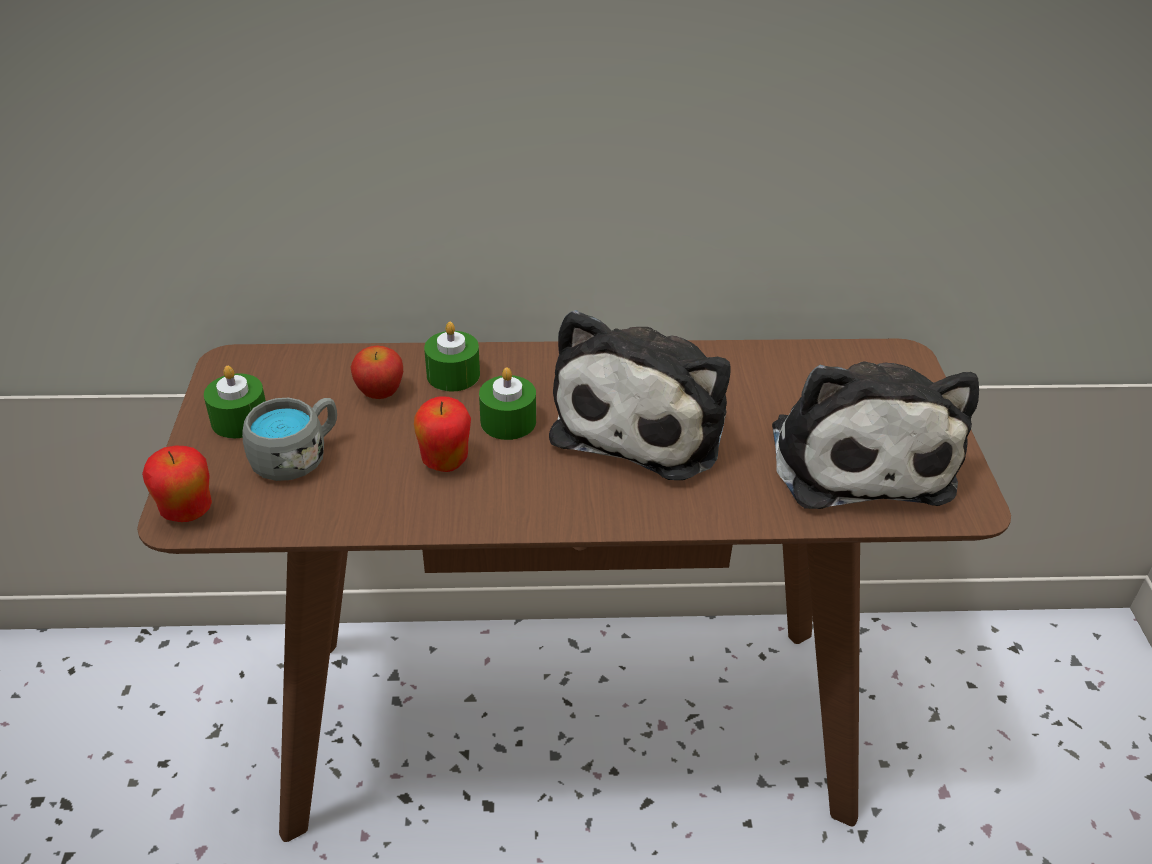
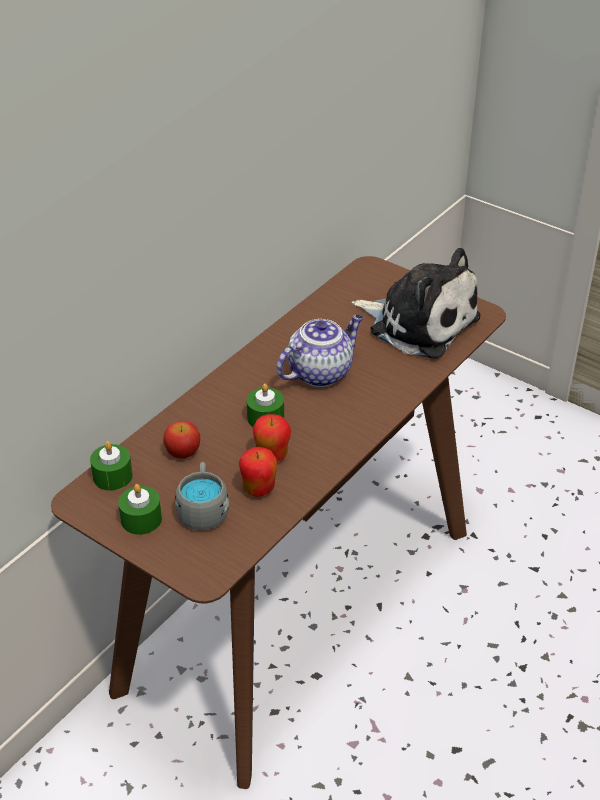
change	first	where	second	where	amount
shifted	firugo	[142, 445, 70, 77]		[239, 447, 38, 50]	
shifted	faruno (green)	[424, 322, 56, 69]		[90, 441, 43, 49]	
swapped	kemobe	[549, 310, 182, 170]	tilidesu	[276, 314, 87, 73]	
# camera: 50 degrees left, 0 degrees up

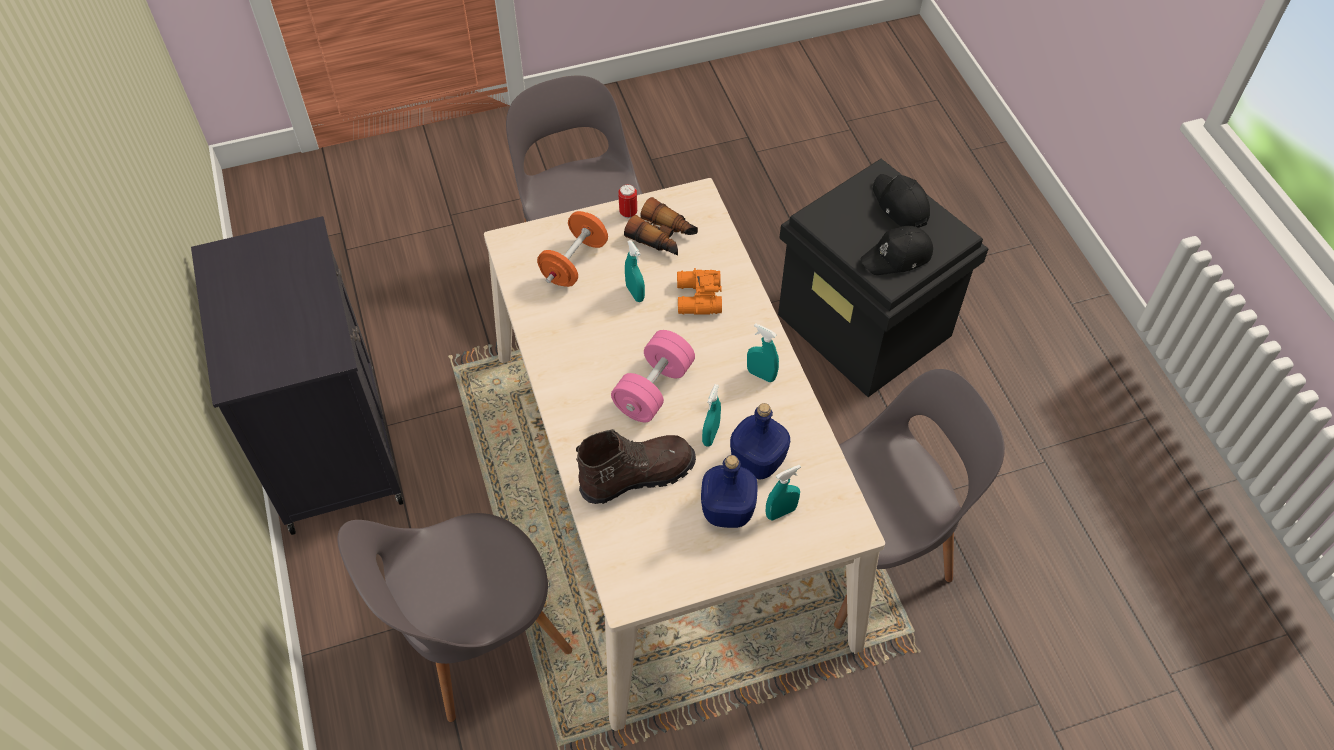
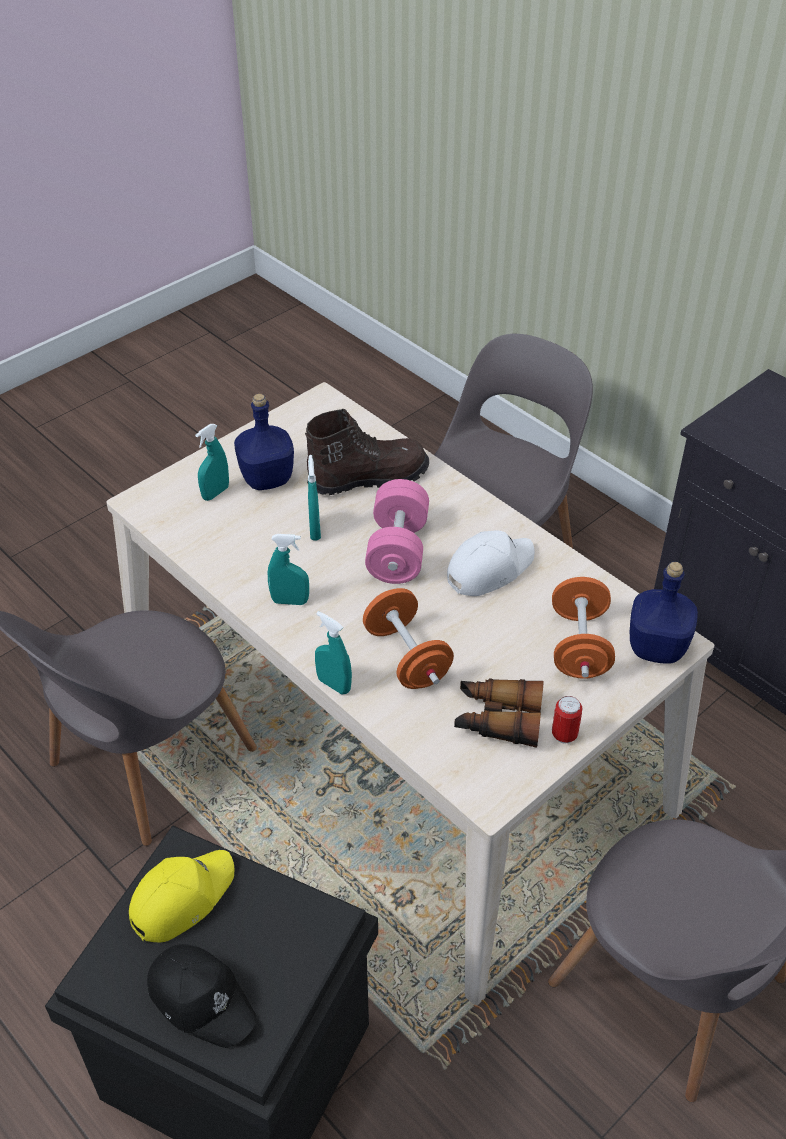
change	first	where	second	where	amount
new			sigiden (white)	[447, 531, 88, 65]	
shifted	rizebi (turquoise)	[625, 240, 20, 62]		[315, 611, 37, 83]	
shifted	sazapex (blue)	[730, 403, 60, 76]		[630, 562, 68, 102]	
swapped	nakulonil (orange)	[677, 268, 45, 47]	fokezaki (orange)	[363, 588, 91, 101]	
repainted	sigiden (black)	[861, 226, 72, 49]	sigiden (yellow)	[129, 850, 105, 92]	
rotated	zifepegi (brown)	[576, 429, 120, 75]		[305, 409, 124, 86]	150 degrees counterclockwise
# camera: 155 degrees right, 10 degrees down

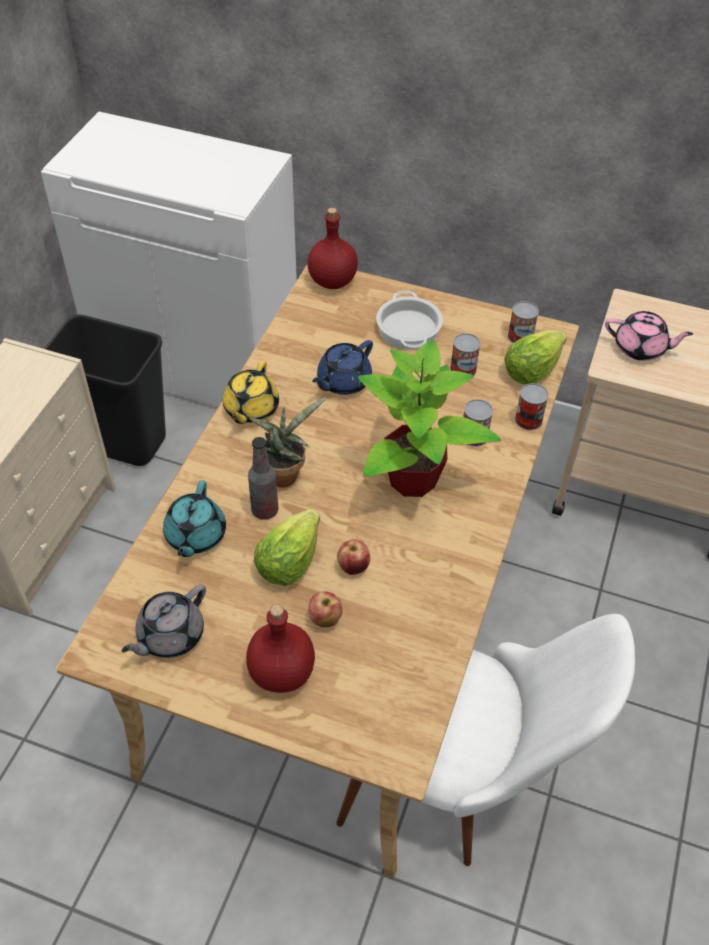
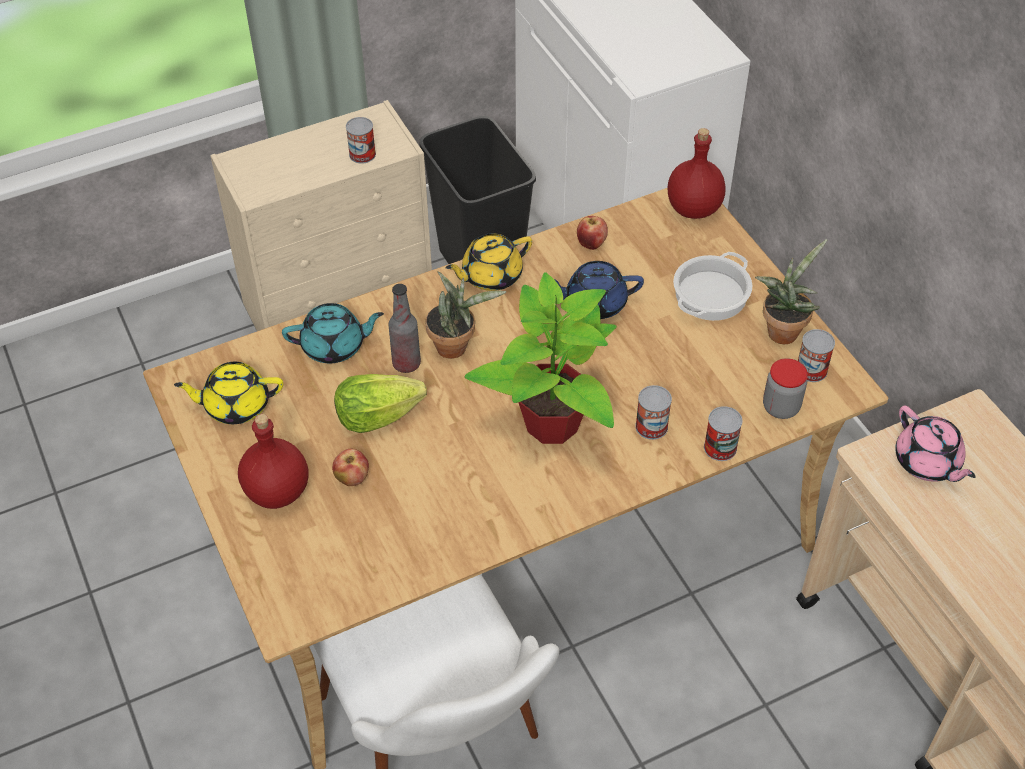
change	first	where	second	where	amount
new			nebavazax	[755, 239, 72, 105]	
shifted	firugo	[337, 539, 33, 36]		[577, 216, 31, 34]	
shifted	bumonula	[450, 333, 31, 43]		[346, 117, 30, 47]	
swapped	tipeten	[504, 330, 63, 55]	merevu	[763, 358, 45, 61]	
repainted	tilidesu (grey)	[121, 584, 85, 74]	tilidesu (yellow)	[174, 362, 109, 62]	
rotated	tilidesu (turquoise)	[163, 480, 63, 77]		[282, 303, 102, 60]	150 degrees counterclockwise
# camera: 45 degrees right, 0 degrees up

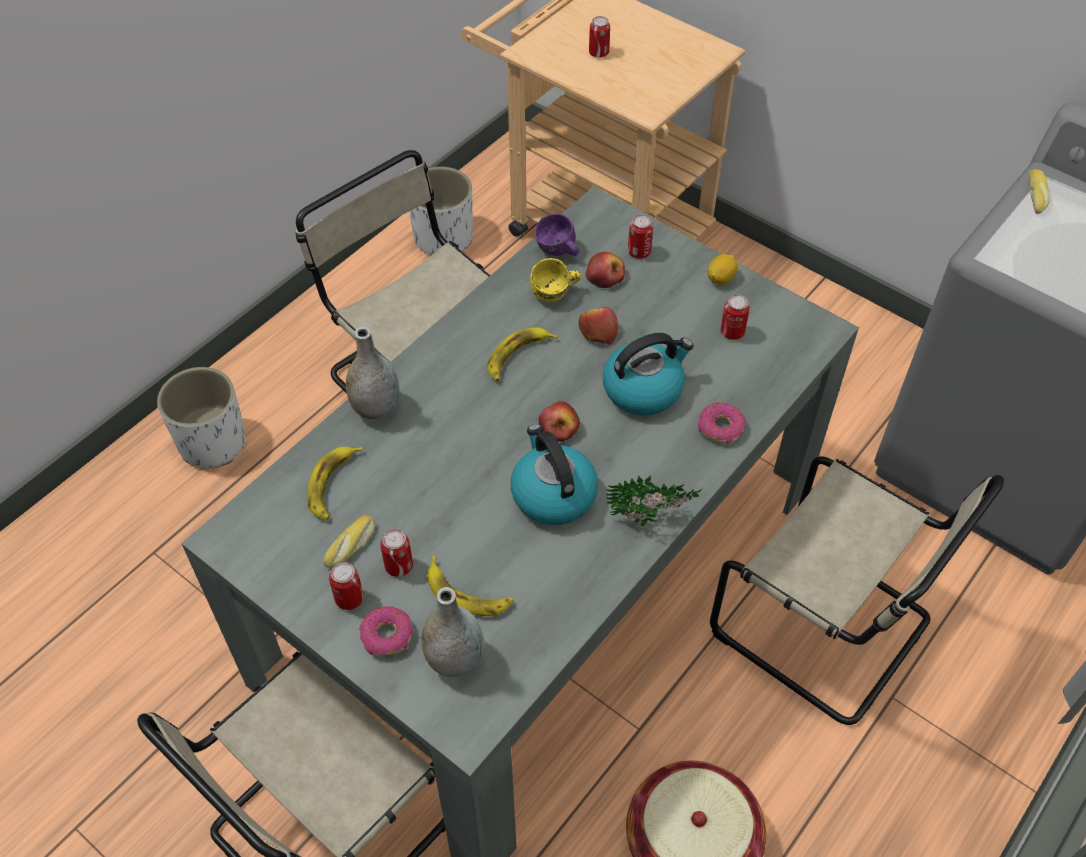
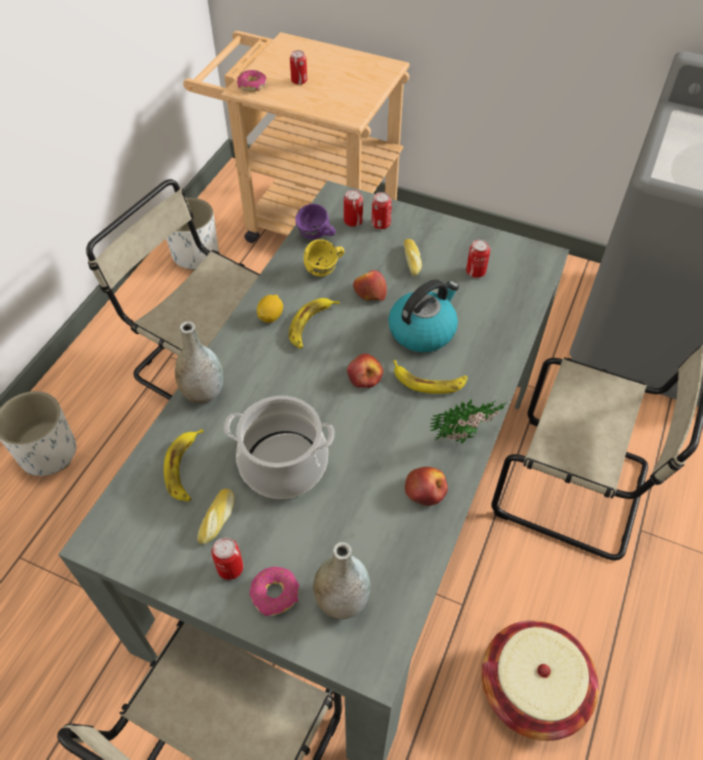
change	first	where	second	where	amount
gone	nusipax	[511, 424, 87, 101]			
new			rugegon	[224, 396, 110, 103]	
shifted	bumonula	[380, 529, 33, 48]		[344, 189, 19, 38]	
shifted	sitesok	[427, 556, 87, 60]		[393, 360, 74, 34]	
shifted	firugo	[585, 252, 40, 36]		[405, 467, 43, 39]	
shifted	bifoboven	[698, 402, 48, 42]		[237, 70, 30, 22]	
shifted	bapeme	[707, 254, 31, 31]		[257, 294, 26, 29]	
shifted	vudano	[1029, 169, 21, 45]		[404, 239, 18, 38]	
# camera: 15 degrees left, 0 degrees up

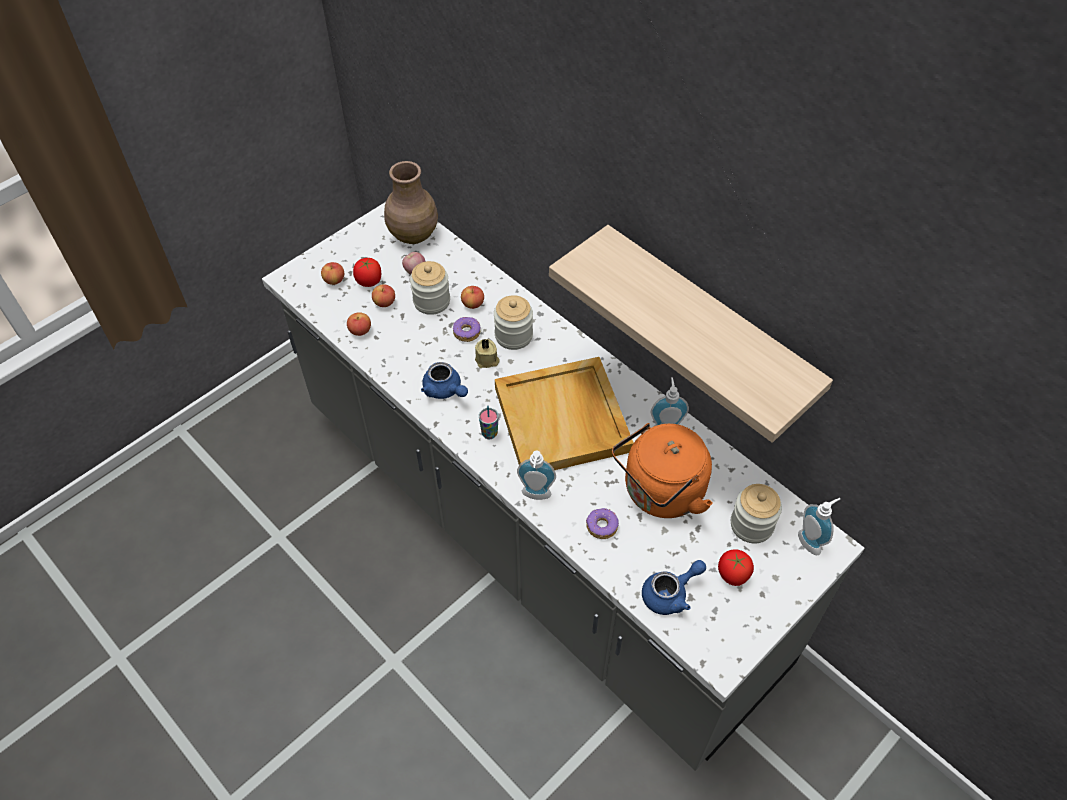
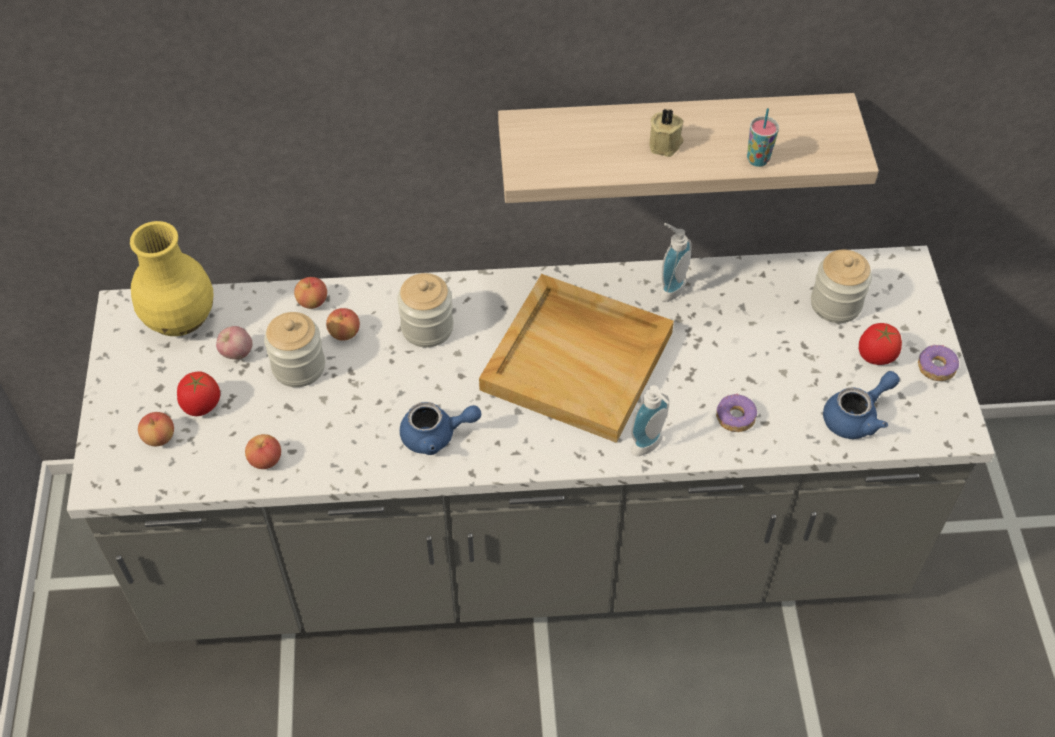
change	first	where	second	where	amount
gone	nusipax (orange)	[612, 423, 101, 95]			
gone	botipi	[798, 498, 42, 57]			
shifted	firugo	[372, 284, 23, 23]		[294, 277, 33, 32]	
shifted	bifoboven	[452, 317, 28, 25]		[918, 344, 41, 37]	
shifted	faruno (beige)	[475, 339, 25, 29]		[649, 108, 35, 49]	
shifted	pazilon	[479, 406, 20, 33]		[747, 108, 32, 59]	
repainted	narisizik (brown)	[384, 161, 54, 83]	narisizik (yellow)	[130, 221, 83, 115]	
rotated	tilidesu (blue)	[642, 560, 64, 55]		[823, 371, 77, 68]	45 degrees clockwise
# camera: 50 degrees left, 0 degrees up

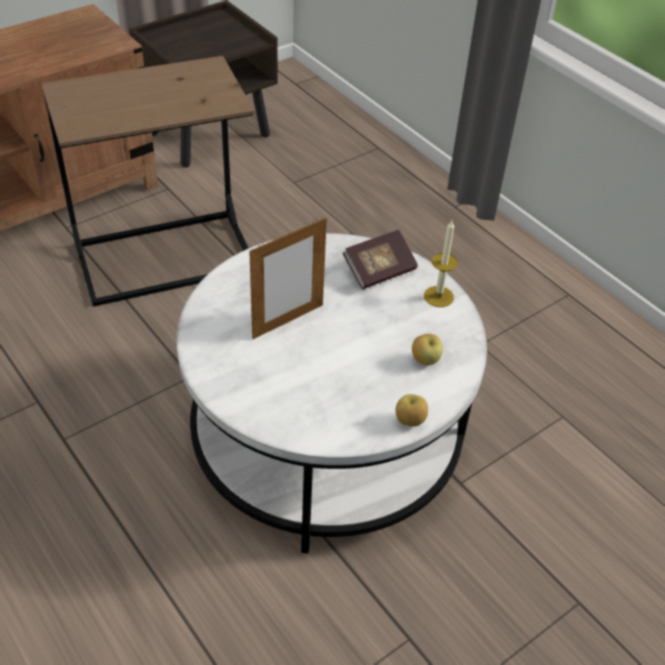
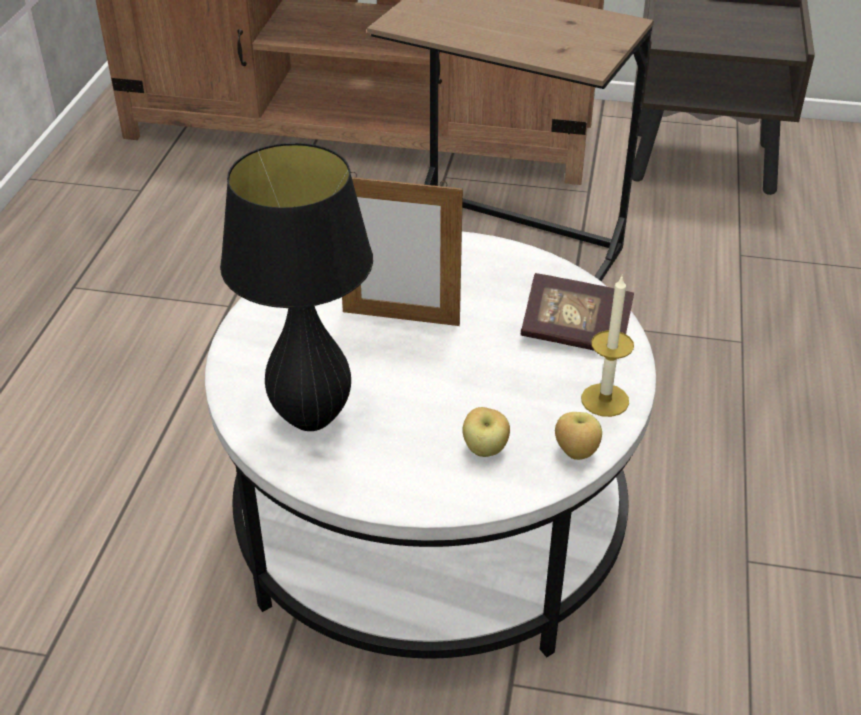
change	first	where	second	where	amount
new			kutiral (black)	[220, 143, 153, 288]	
shifted	firugo	[396, 394, 32, 33]		[555, 412, 47, 48]	
# camera: 50 degrees right, 5 degrees down

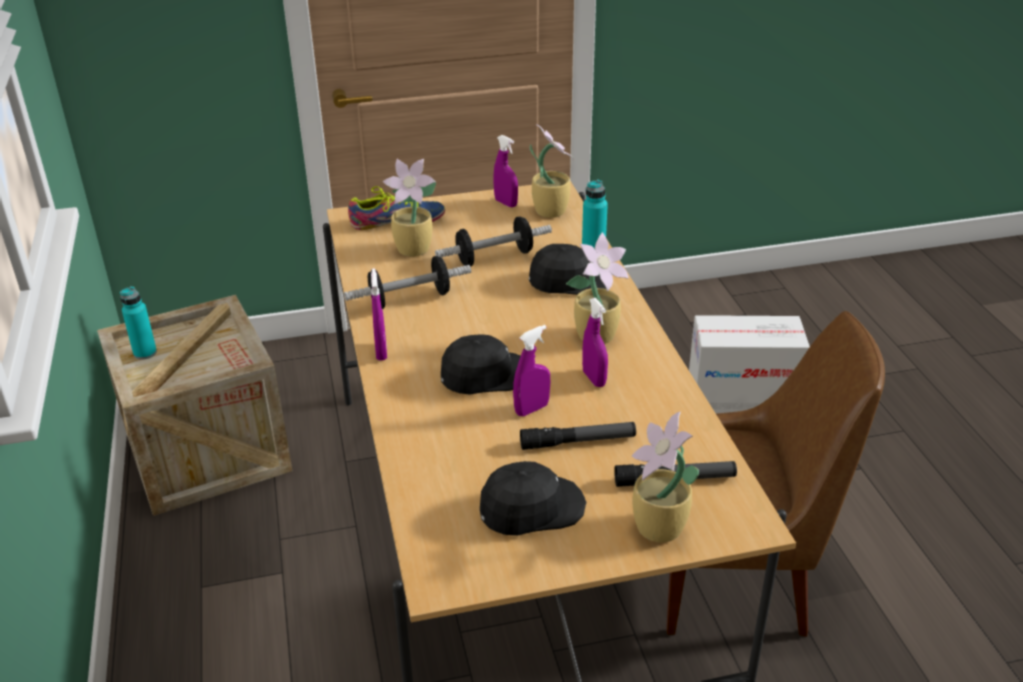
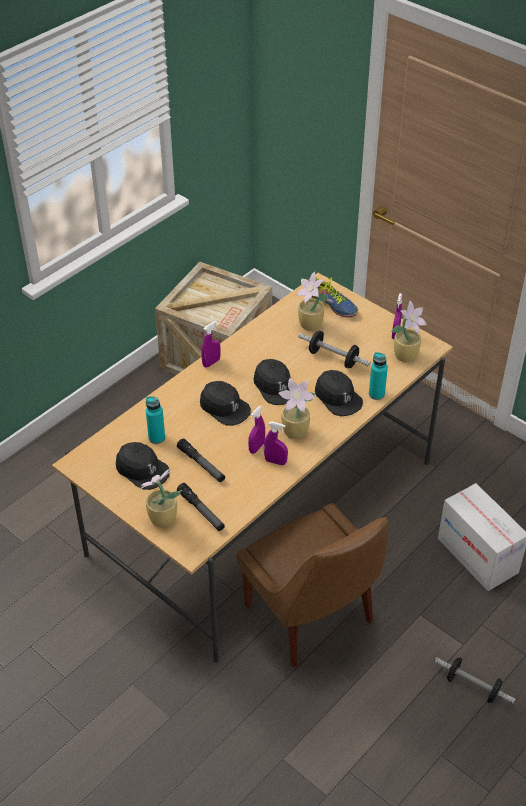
change	first	where	second	where	amount
new			sigiden (black)	[253, 359, 38, 46]	
shifted	sazapex (turquoise)	[120, 286, 37, 74]		[146, 396, 19, 48]	
shifted	fokezaki	[344, 256, 127, 53]		[434, 657, 82, 47]	
shifted	rizebi (purple)	[513, 325, 37, 91]		[264, 422, 24, 43]	
# camera: 55 degrees right, 10 degrees up

